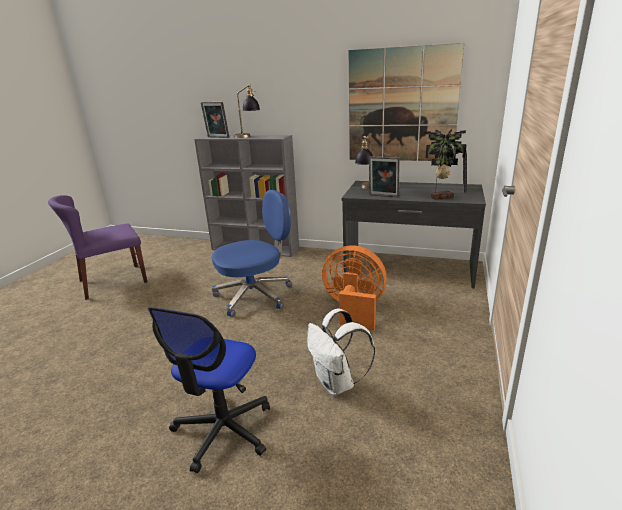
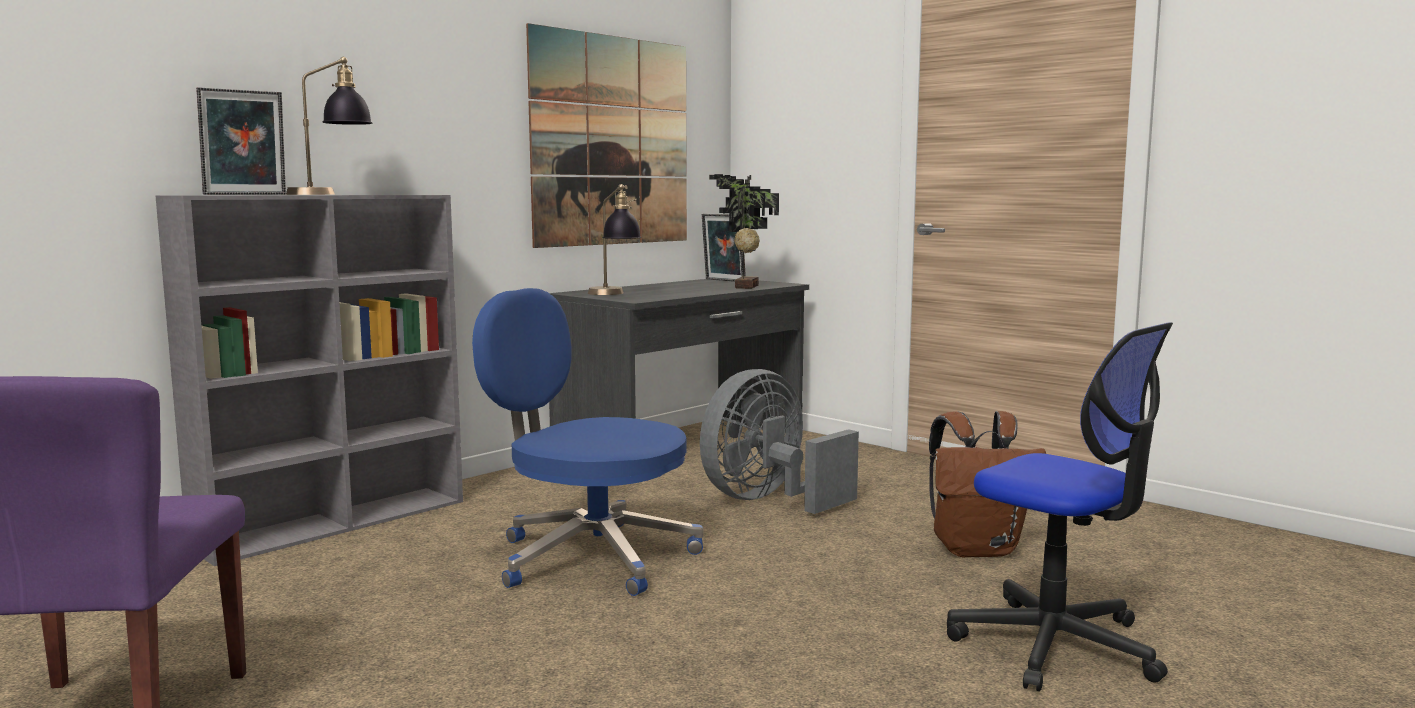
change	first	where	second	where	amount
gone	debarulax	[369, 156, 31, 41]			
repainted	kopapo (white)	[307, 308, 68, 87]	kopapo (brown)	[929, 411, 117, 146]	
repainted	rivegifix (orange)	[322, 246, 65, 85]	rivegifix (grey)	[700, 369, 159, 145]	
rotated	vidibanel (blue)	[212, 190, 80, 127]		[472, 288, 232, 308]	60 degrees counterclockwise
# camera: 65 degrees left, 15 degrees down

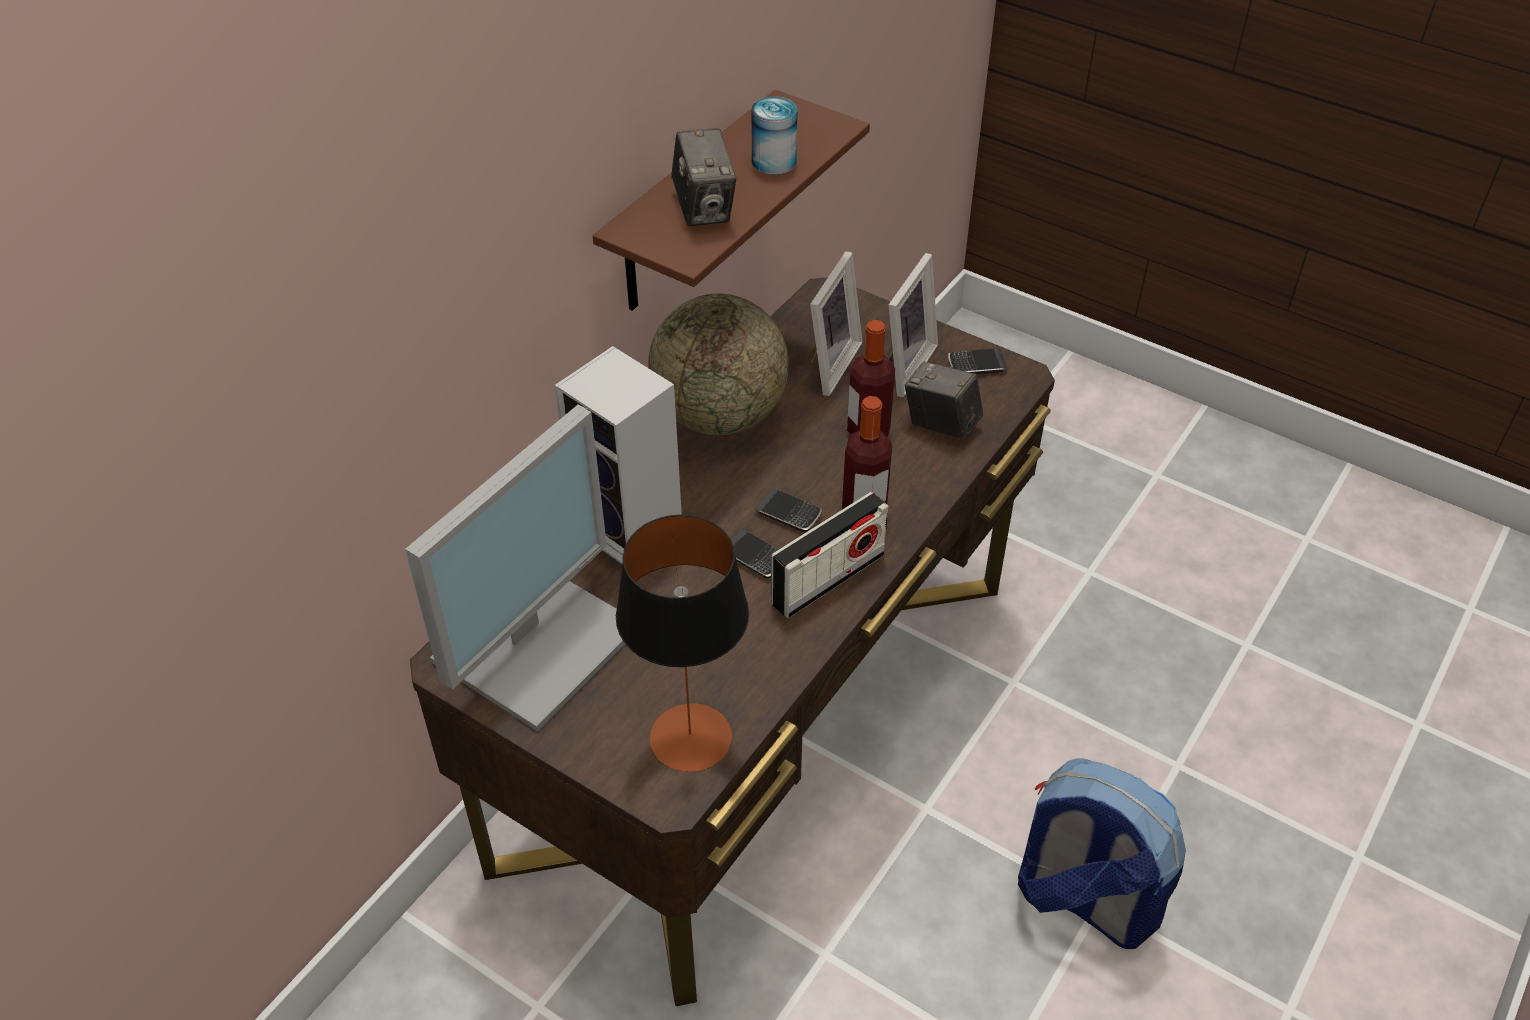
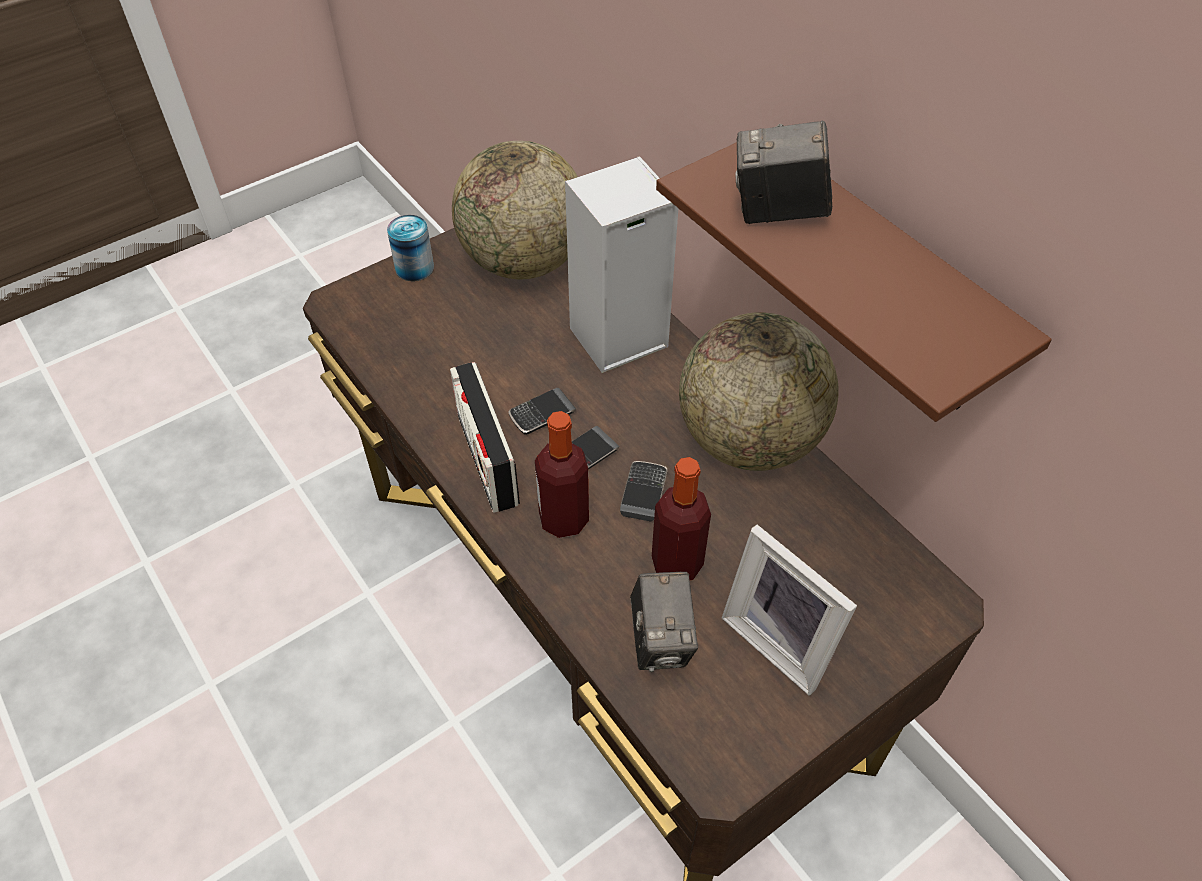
change	first	where	second	where	amount
gone	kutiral	[616, 515, 133, 257]			
gone	debarulax	[810, 251, 53, 145]			
gone	kopapo	[1018, 758, 168, 191]			
shifted	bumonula	[751, 97, 47, 78]		[387, 215, 47, 66]	
shifted	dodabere	[948, 348, 60, 26]		[620, 461, 47, 60]	
swapped	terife	[405, 405, 220, 327]	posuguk	[452, 141, 126, 138]	
rotated	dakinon	[905, 361, 78, 78]		[630, 572, 68, 100]	120 degrees clockwise
# camera: 110 degrees right, 5 degrees up

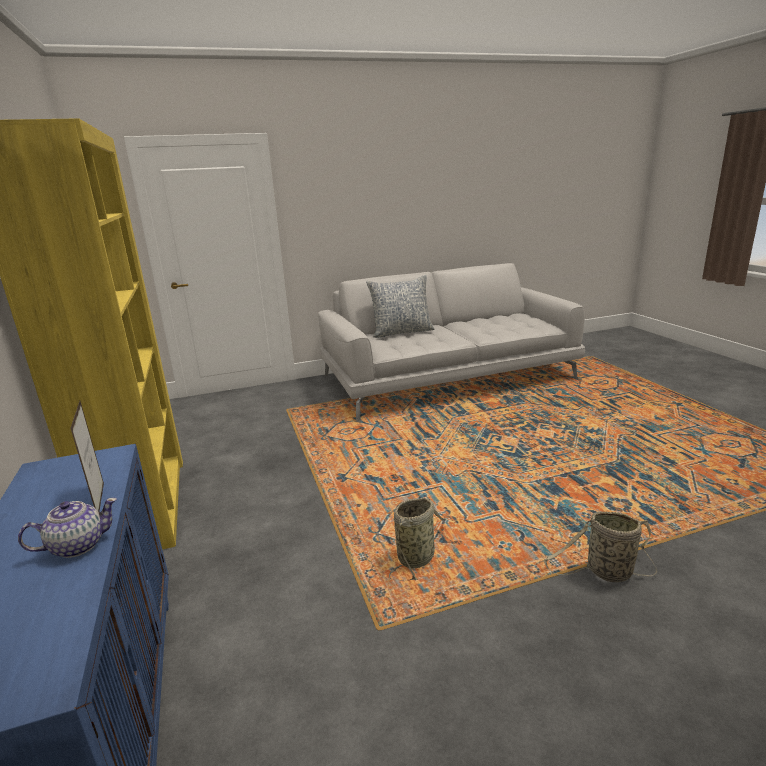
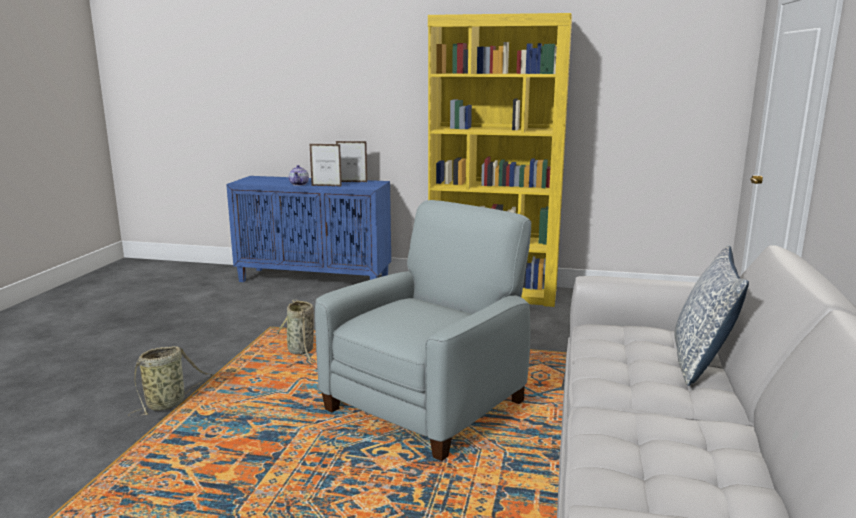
change	first	where	second	where	amount
new			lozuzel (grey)	[315, 200, 216, 261]	
new			debarulax	[336, 141, 31, 41]	
# camera: 120 degrees right, 5 degrees down

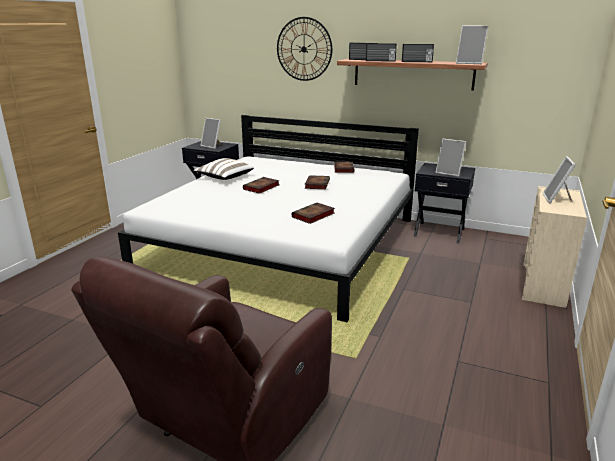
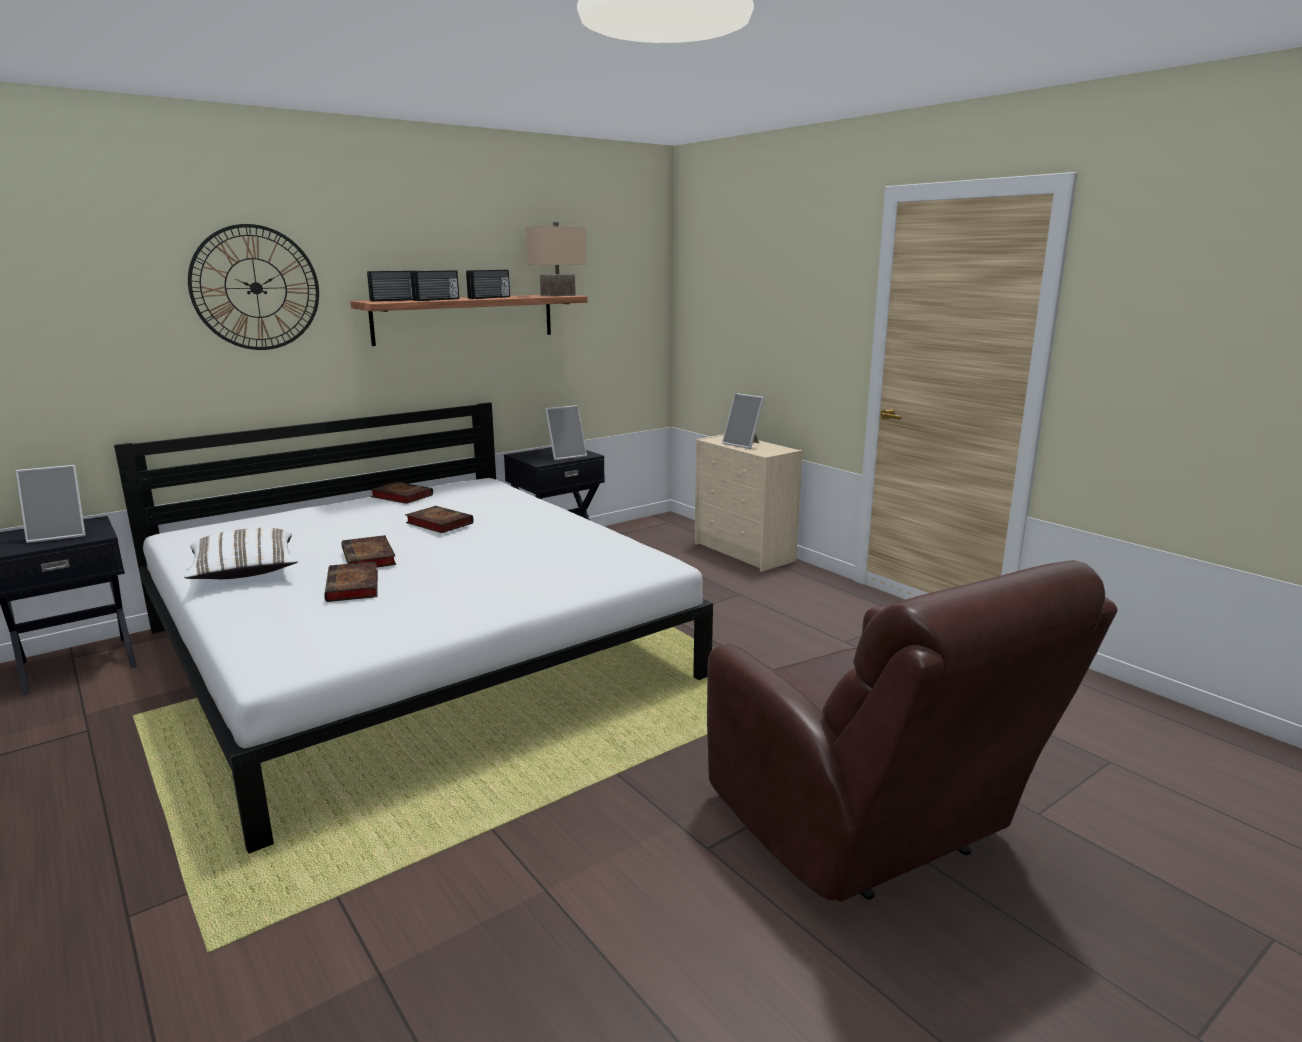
change	first	where	second	where	amount
shifted	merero	[292, 203, 43, 21]		[324, 561, 54, 41]	
swapped	debarulax	[456, 26, 32, 38]	kutiral (beige)	[526, 222, 61, 74]	
# camera: 60 degrees left, 5 degrees down

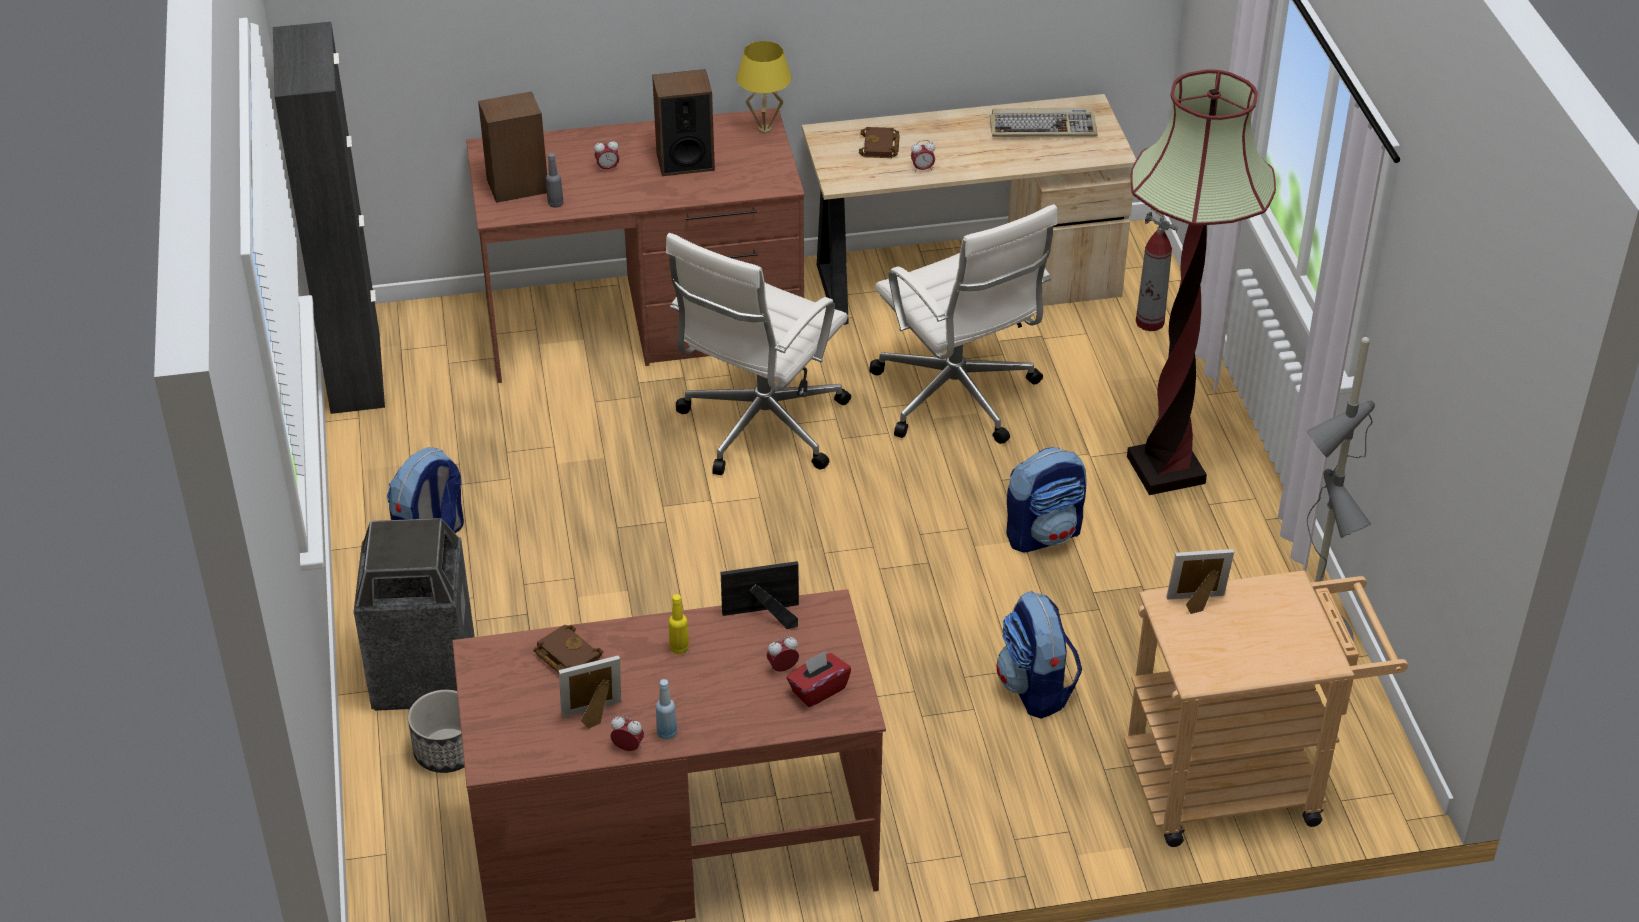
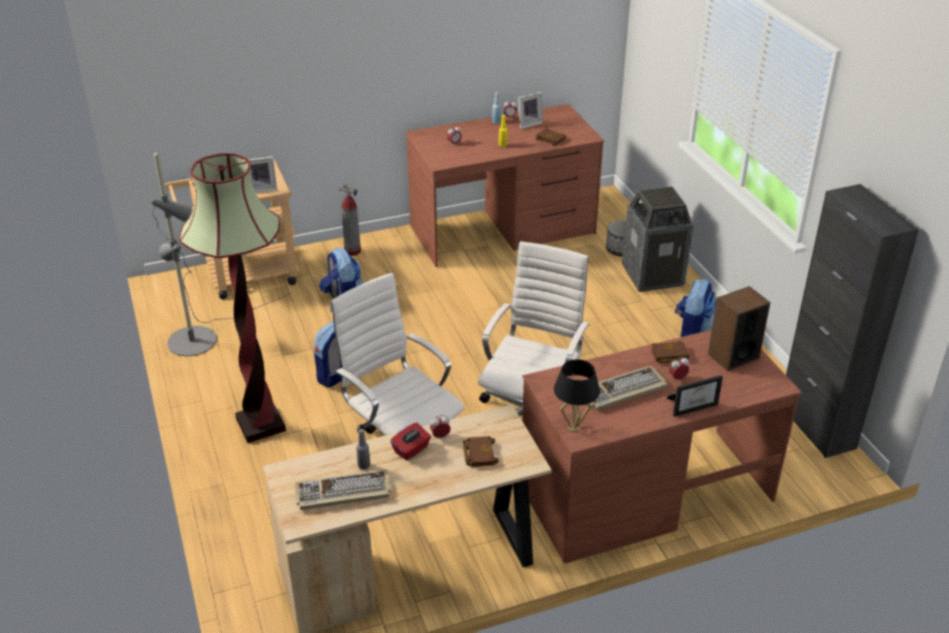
change	first	where	second	where	amount
new			merero (brown)	[651, 341, 38, 22]	
shifted	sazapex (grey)	[546, 153, 17, 55]		[356, 429, 14, 41]	
shifted	debarulax	[721, 561, 78, 68]		[667, 375, 56, 42]	
shifted	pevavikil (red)	[787, 651, 64, 56]		[390, 423, 41, 38]	
shifted	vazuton	[1136, 208, 42, 123]		[339, 184, 22, 72]	
swapped	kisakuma	[652, 69, 63, 107]	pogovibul	[589, 366, 78, 44]	
repainted	kutiral (yellow)	[736, 41, 56, 92]	kutiral (black)	[554, 359, 46, 73]	
# camera: 170 degrees right, 5 degrees down

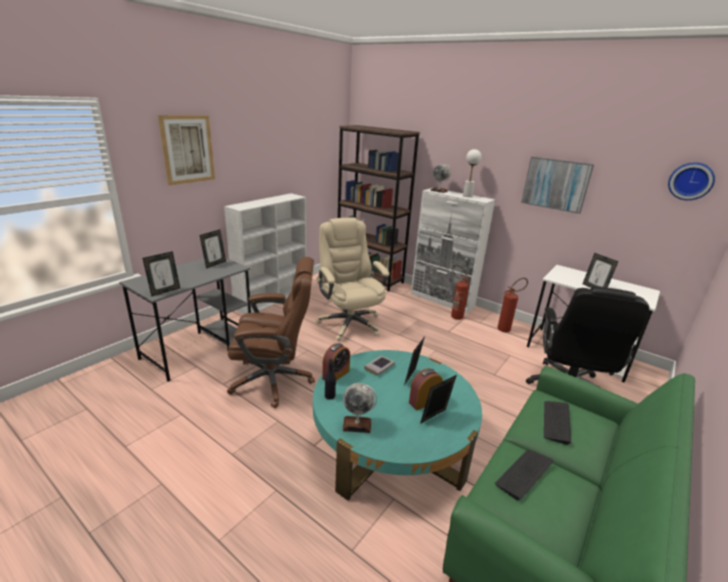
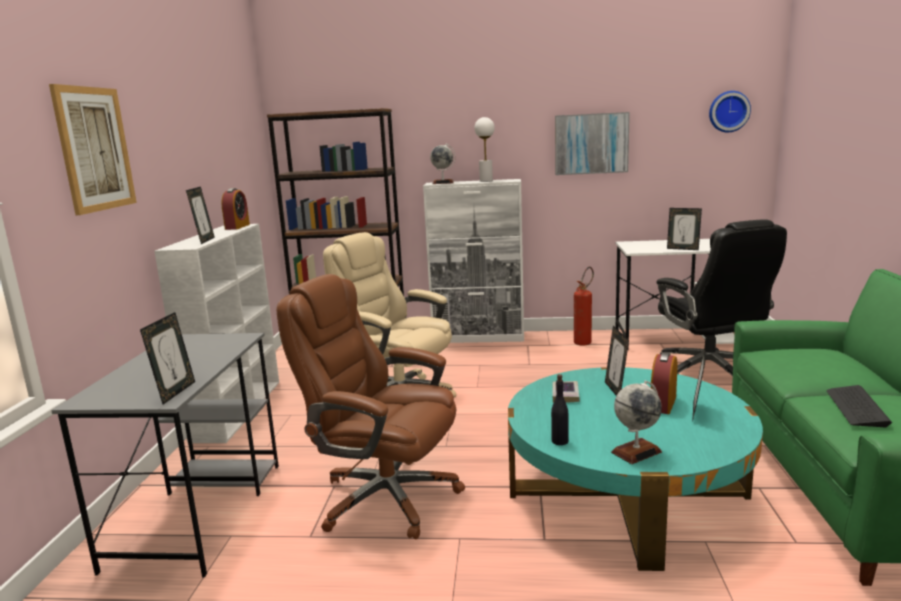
change	first	where	second	where	amount
gone	vazuton	[451, 265, 20, 55]			
gone	pogovibul	[544, 401, 27, 44]			
shifted	debarulax	[199, 229, 27, 40]		[186, 187, 29, 57]	
shifted	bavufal	[322, 343, 28, 38]		[221, 188, 29, 42]	
rotated	vidibanel (brown)	[227, 257, 88, 151]		[277, 274, 188, 265]	120 degrees counterclockwise
# camera: 30 degrees left, 10 degrees down

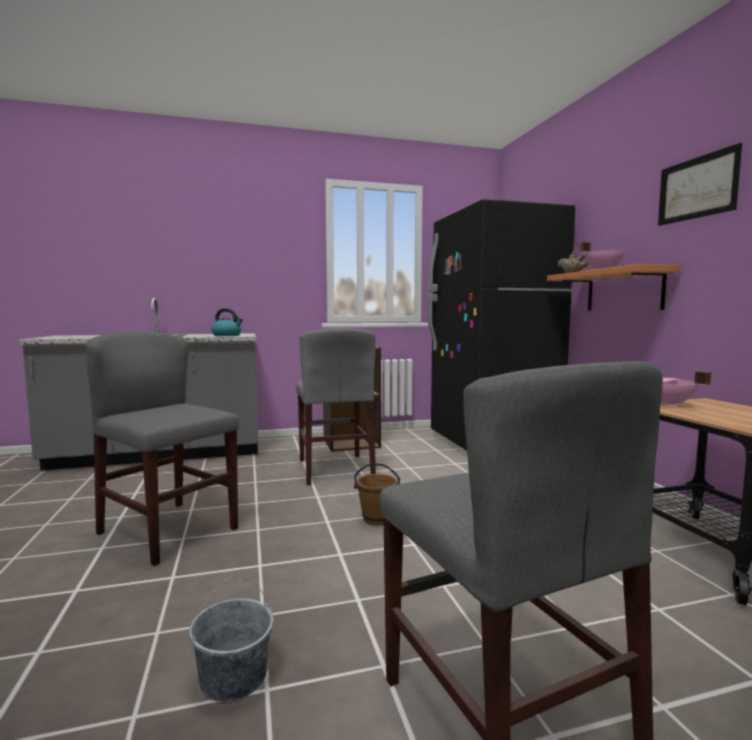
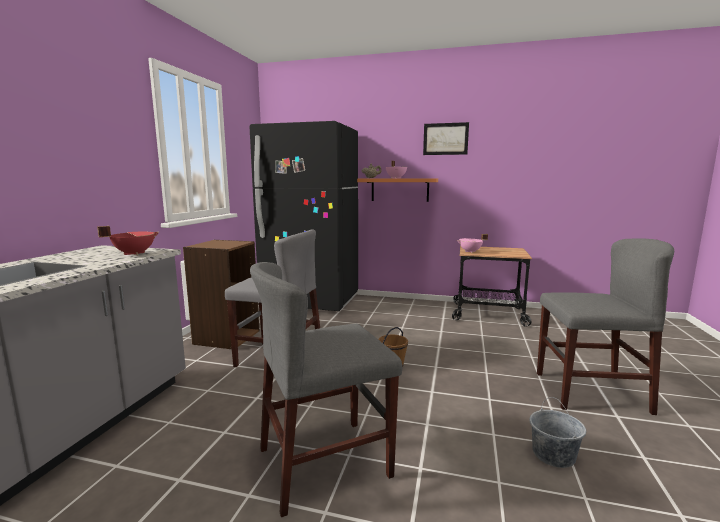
change	first	where	second	where	amount
swapped	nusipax	[211, 308, 32, 28]	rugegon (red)	[97, 226, 62, 29]	
# camera: 60 degrees left, 5 degrees up

